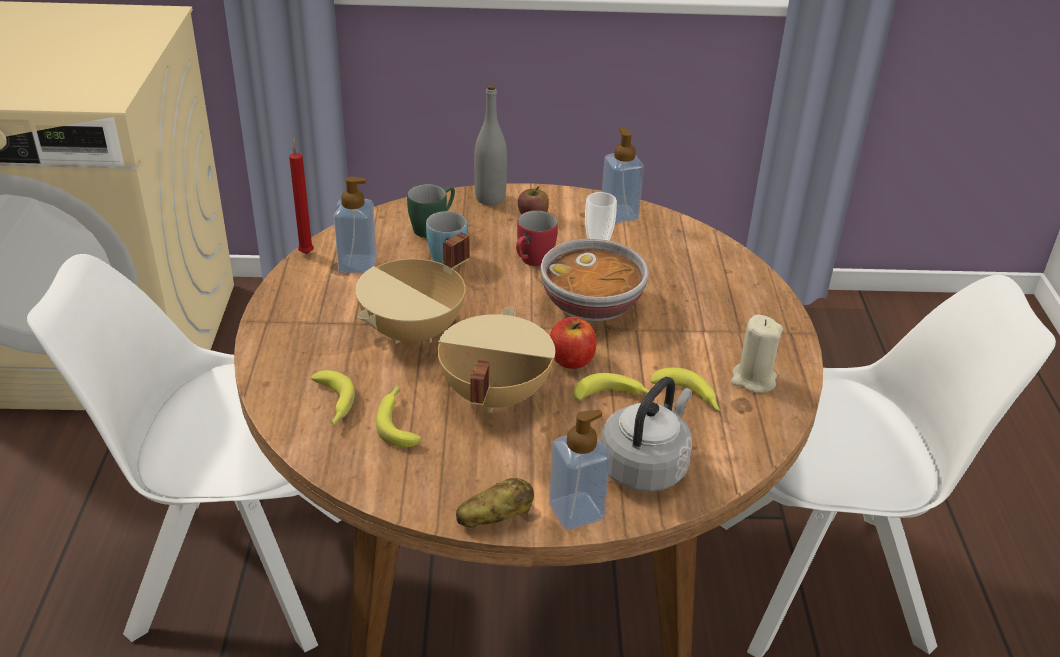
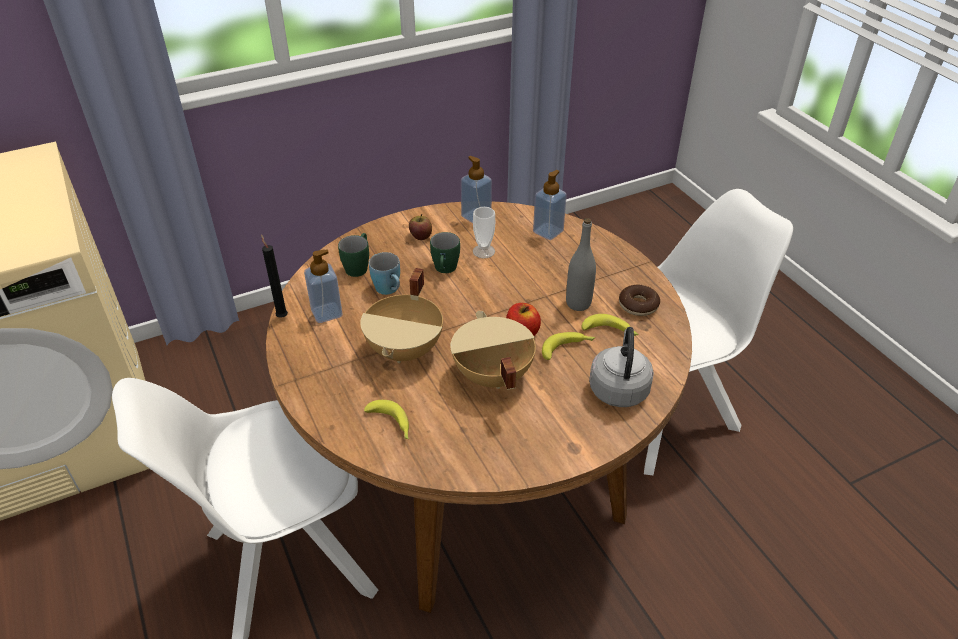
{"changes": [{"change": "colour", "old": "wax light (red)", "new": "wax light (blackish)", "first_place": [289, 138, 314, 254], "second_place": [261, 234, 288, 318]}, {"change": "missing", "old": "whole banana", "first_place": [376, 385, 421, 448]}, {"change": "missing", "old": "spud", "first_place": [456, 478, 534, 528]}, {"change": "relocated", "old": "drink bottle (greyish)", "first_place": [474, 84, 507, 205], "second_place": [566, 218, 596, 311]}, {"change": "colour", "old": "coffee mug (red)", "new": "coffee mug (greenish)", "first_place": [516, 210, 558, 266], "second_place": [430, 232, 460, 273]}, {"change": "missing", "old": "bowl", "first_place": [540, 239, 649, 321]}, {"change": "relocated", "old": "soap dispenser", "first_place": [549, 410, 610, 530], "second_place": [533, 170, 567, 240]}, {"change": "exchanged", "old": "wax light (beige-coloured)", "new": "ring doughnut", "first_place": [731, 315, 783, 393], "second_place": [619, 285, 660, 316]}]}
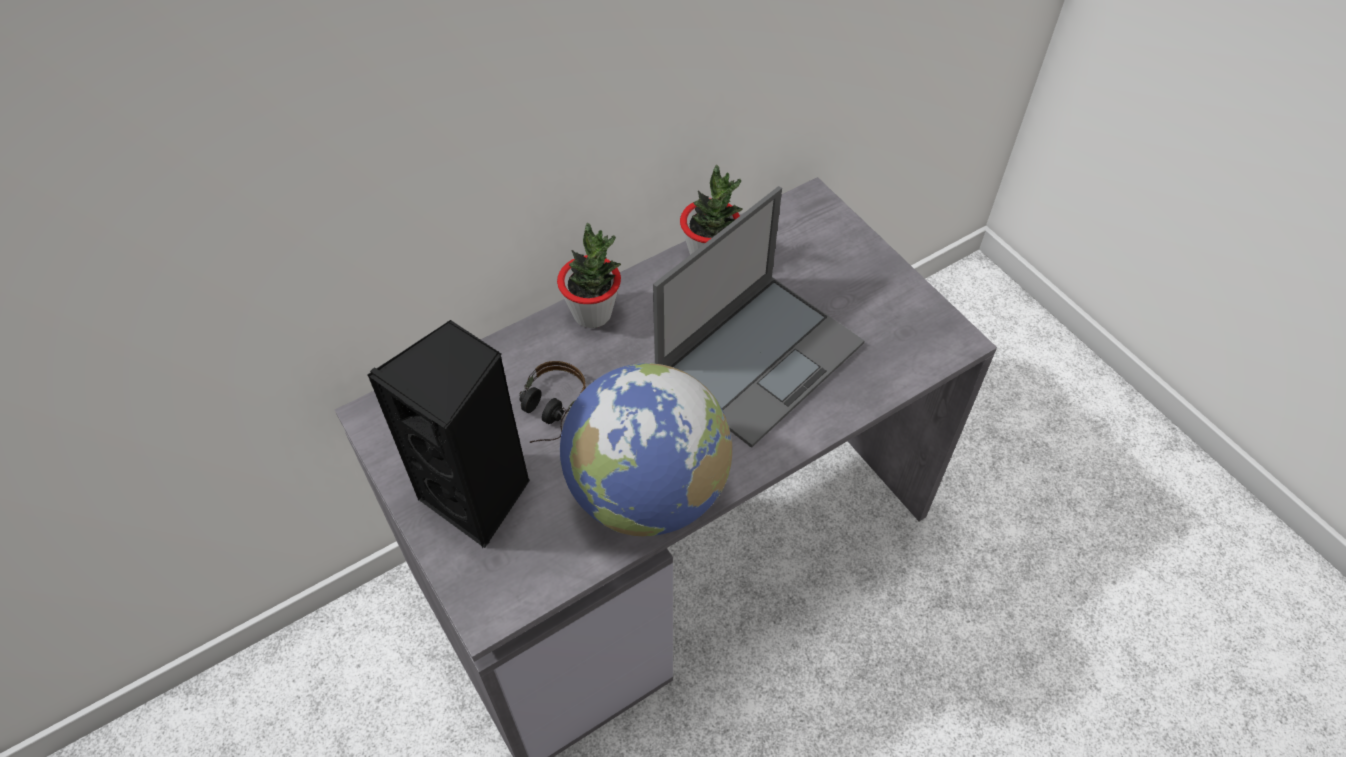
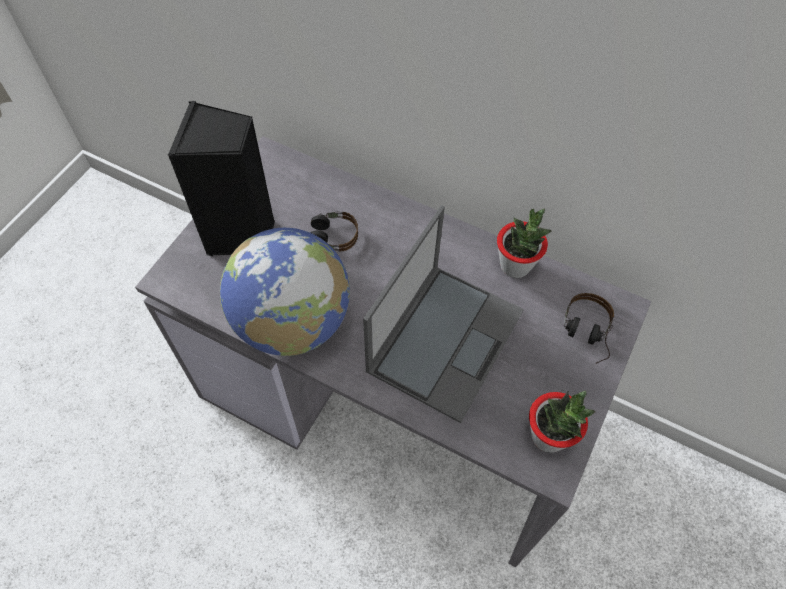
{"changes": [{"change": "relocated", "old": "houseplant", "first_place": [557, 223, 621, 328], "second_place": [529, 390, 595, 453]}, {"change": "spun", "old": "laptop", "first_place": [653, 186, 864, 448], "second_place": [363, 205, 524, 423], "degrees": -75}, {"change": "appeared", "new": "pair of headphones", "second_place": [564, 293, 614, 364]}]}
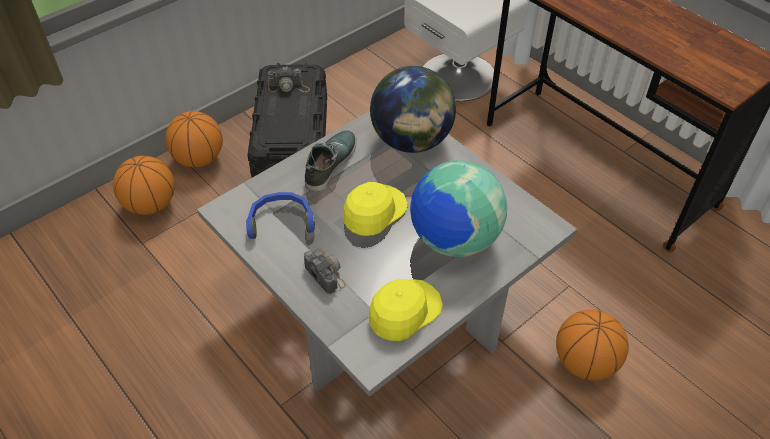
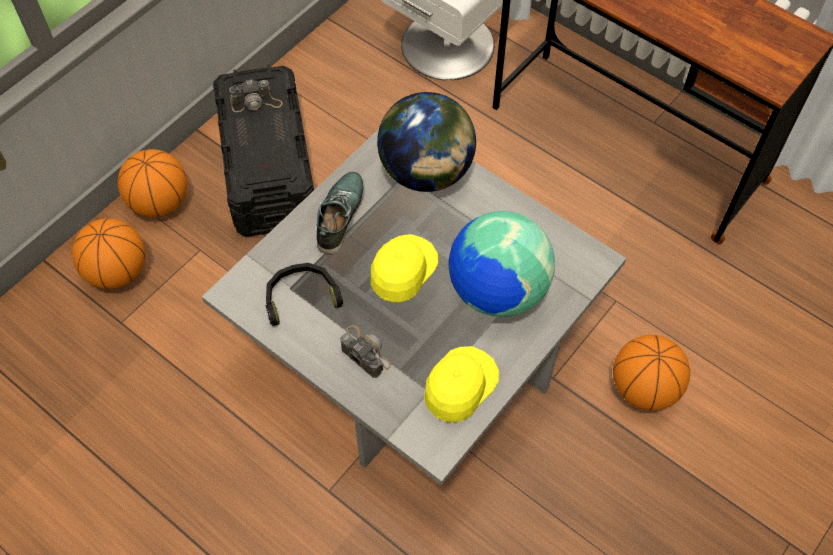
{"changes": [{"change": "colour", "old": "pair of headphones (blue-coloured)", "new": "pair of headphones (blackish)", "first_place": [246, 192, 315, 239], "second_place": [266, 263, 343, 326]}]}
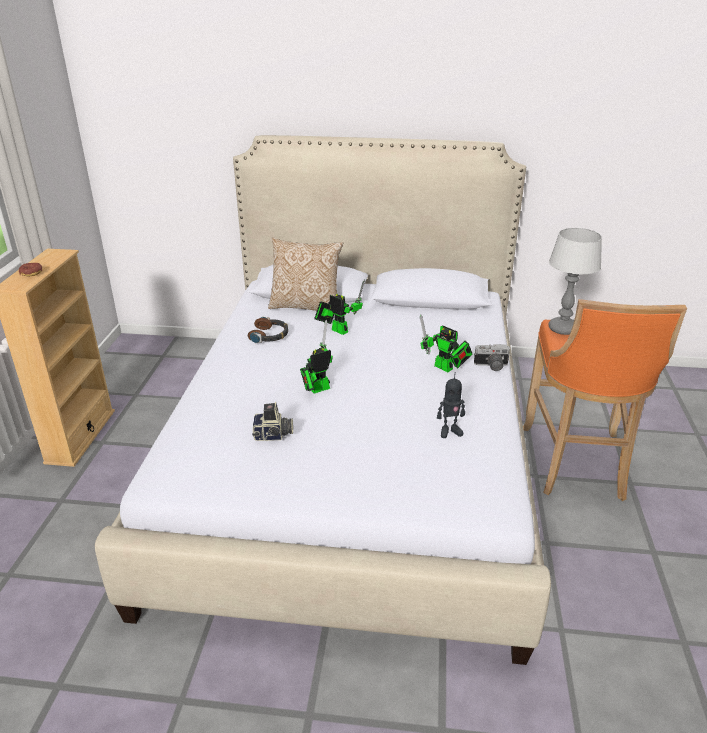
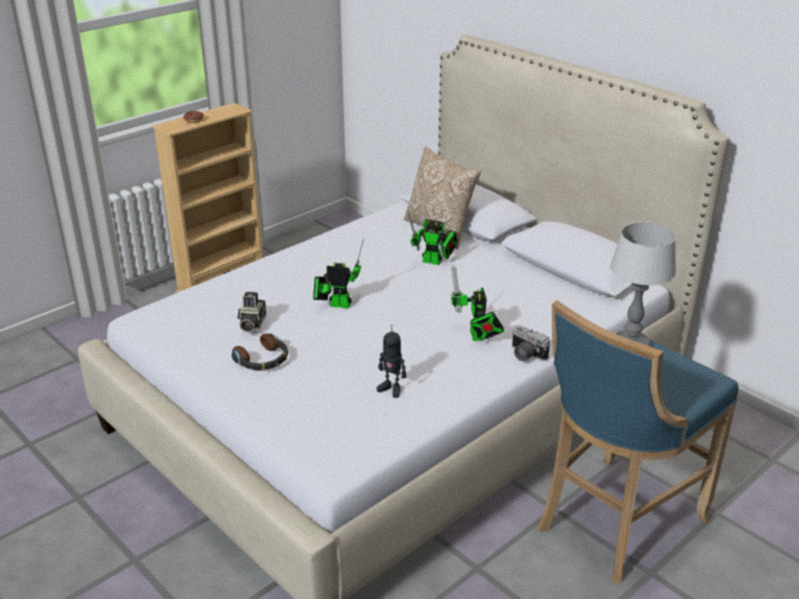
{"changes": [{"change": "relocated", "old": "pair of headphones", "first_place": [248, 317, 288, 343], "second_place": [232, 333, 288, 371]}, {"change": "spun", "old": "still camera", "first_place": [252, 402, 293, 441], "second_place": [238, 292, 266, 333], "degrees": 60}, {"change": "spun", "old": "toy robot", "first_place": [314, 279, 365, 335], "second_place": [408, 211, 458, 265], "degrees": 120}, {"change": "colour", "old": "stool seat (orange)", "new": "stool seat (blue-coloured)", "first_place": [523, 299, 687, 501], "second_place": [538, 300, 738, 583]}]}
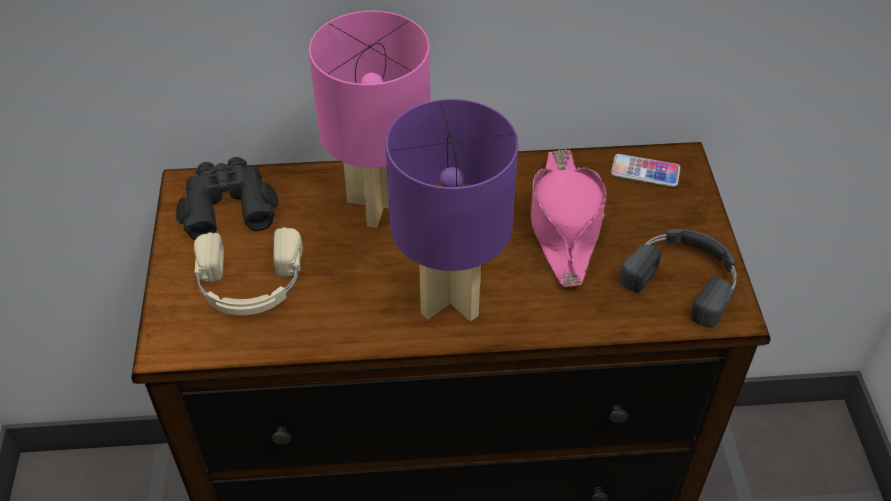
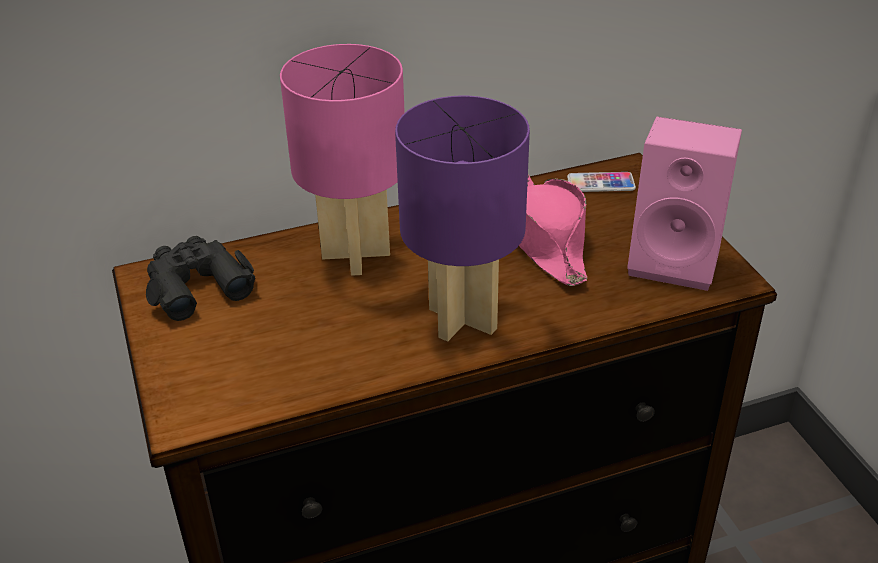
{"changes": [{"change": "missing", "old": "pair of headphones (beige-coloured)", "first_place": [194, 227, 303, 315]}, {"change": "exchanged", "old": "pair of headphones (blackish)", "new": "loudspeaker (pink-coloured)", "first_place": [620, 229, 737, 327], "second_place": [627, 117, 742, 291]}]}
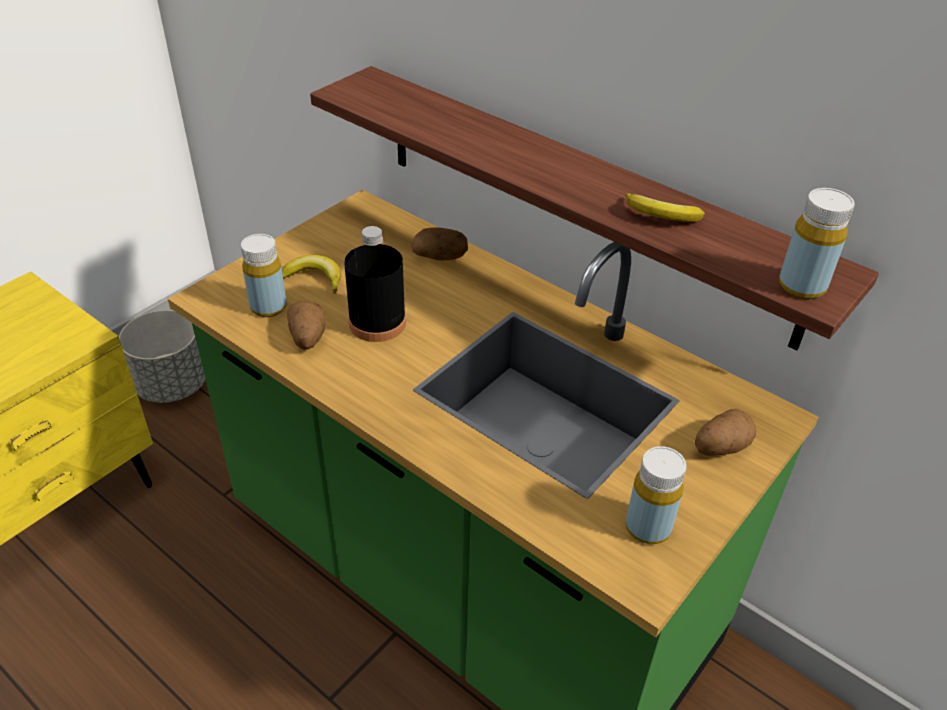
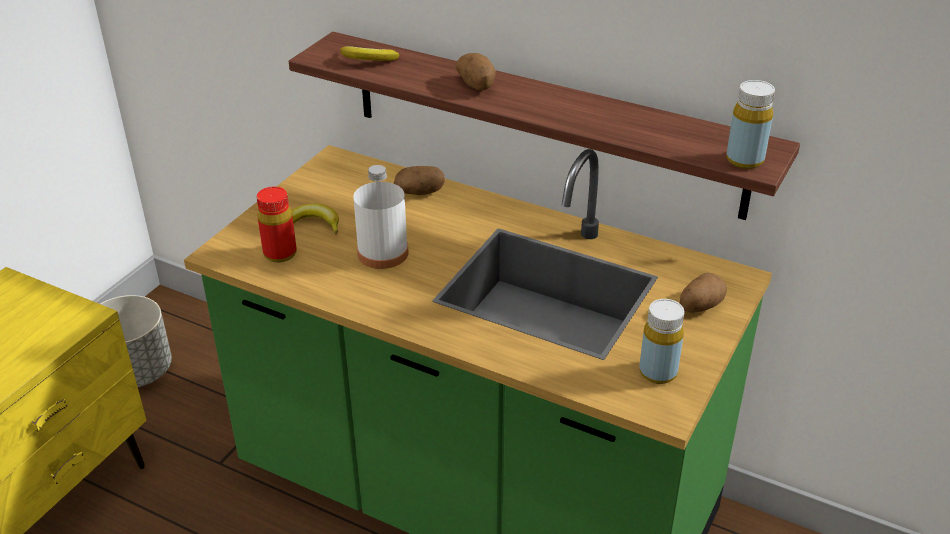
{"changes": [{"change": "colour", "old": "drink bottle (yellow-coloured)", "new": "drink bottle (red)", "first_place": [241, 234, 287, 317], "second_place": [257, 187, 297, 263]}, {"change": "relocated", "old": "spud", "first_place": [287, 300, 325, 350], "second_place": [456, 53, 496, 91]}, {"change": "colour", "old": "drink bottle (blackish)", "new": "drink bottle (whitish)", "first_place": [344, 226, 406, 342], "second_place": [353, 165, 409, 269]}, {"change": "relocated", "old": "whole banana", "first_place": [625, 193, 705, 222], "second_place": [340, 46, 399, 61]}]}
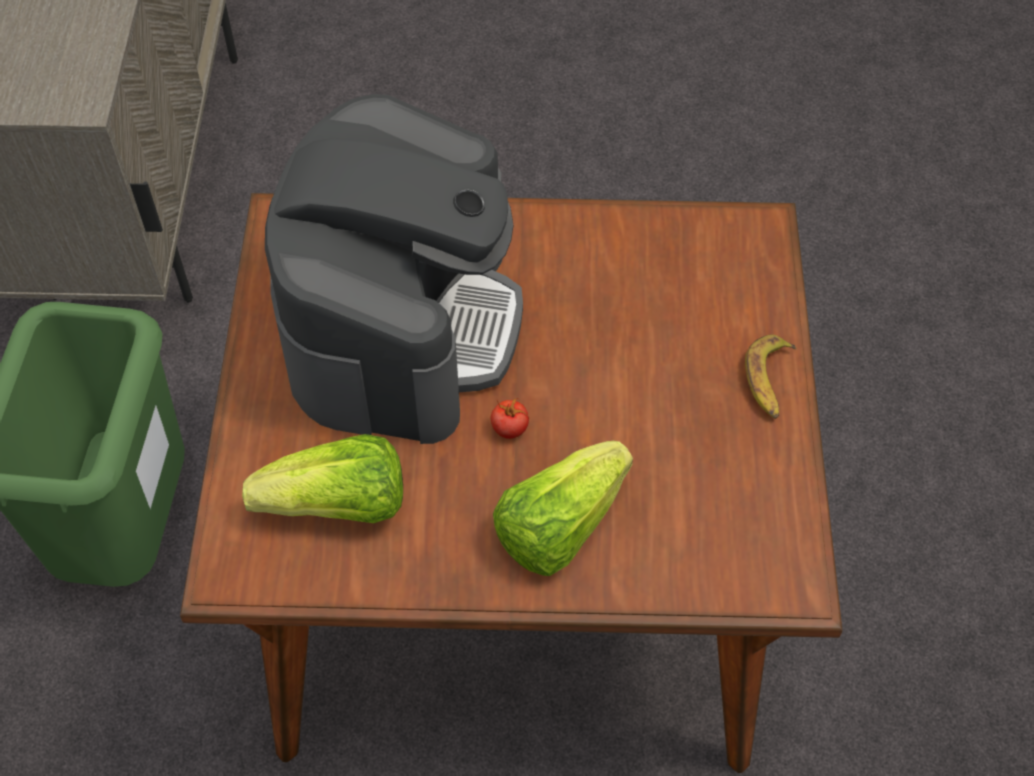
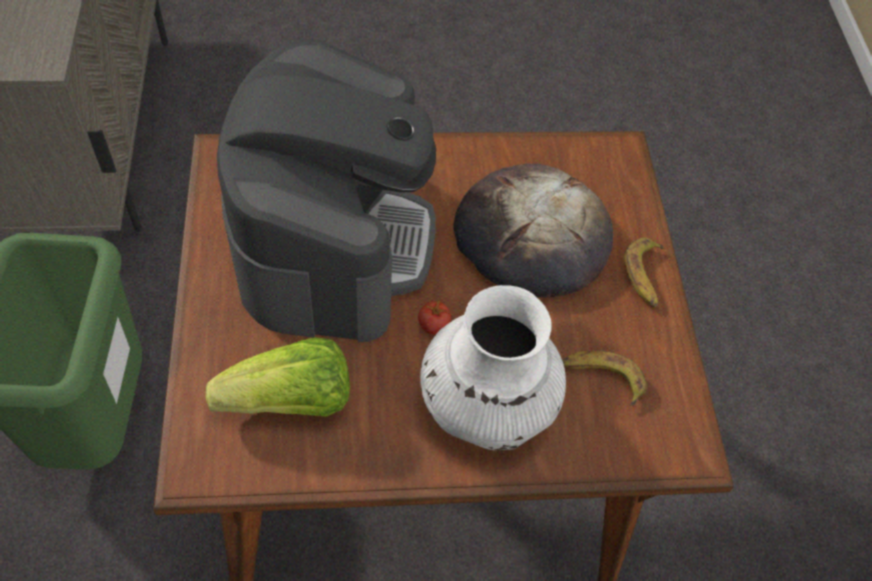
{"changes": [{"change": "exchanged", "old": "head of lettuce", "new": "vase (whitish)", "first_place": [493, 441, 633, 576], "second_place": [420, 285, 566, 450]}, {"change": "appeared", "new": "bread", "second_place": [453, 164, 613, 298]}, {"change": "appeared", "new": "whole banana", "second_place": [563, 351, 647, 406]}]}
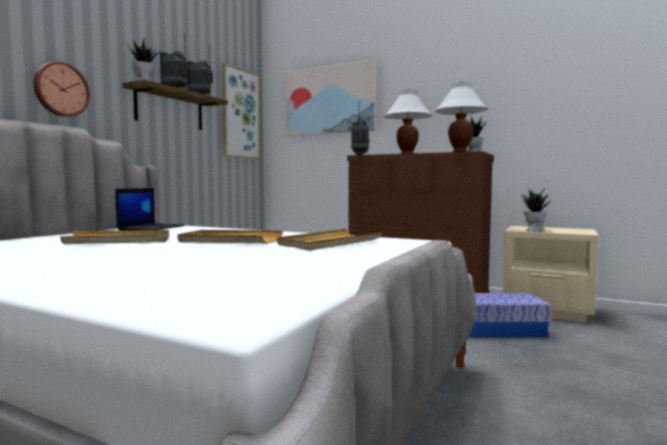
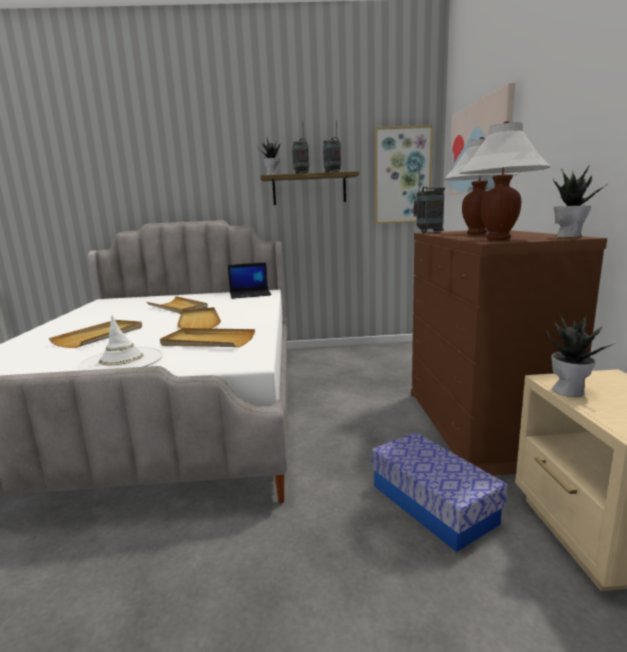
{"changes": [{"change": "missing", "old": "hanging clock", "first_place": [33, 62, 90, 117]}, {"change": "appeared", "new": "tray (beige-coloured)", "second_place": [49, 320, 142, 348]}, {"change": "appeared", "new": "clothing hat (whitish)", "second_place": [77, 315, 163, 371]}]}
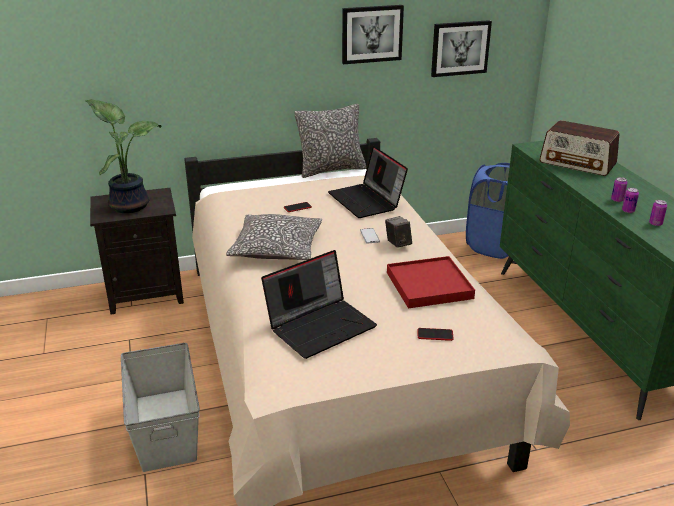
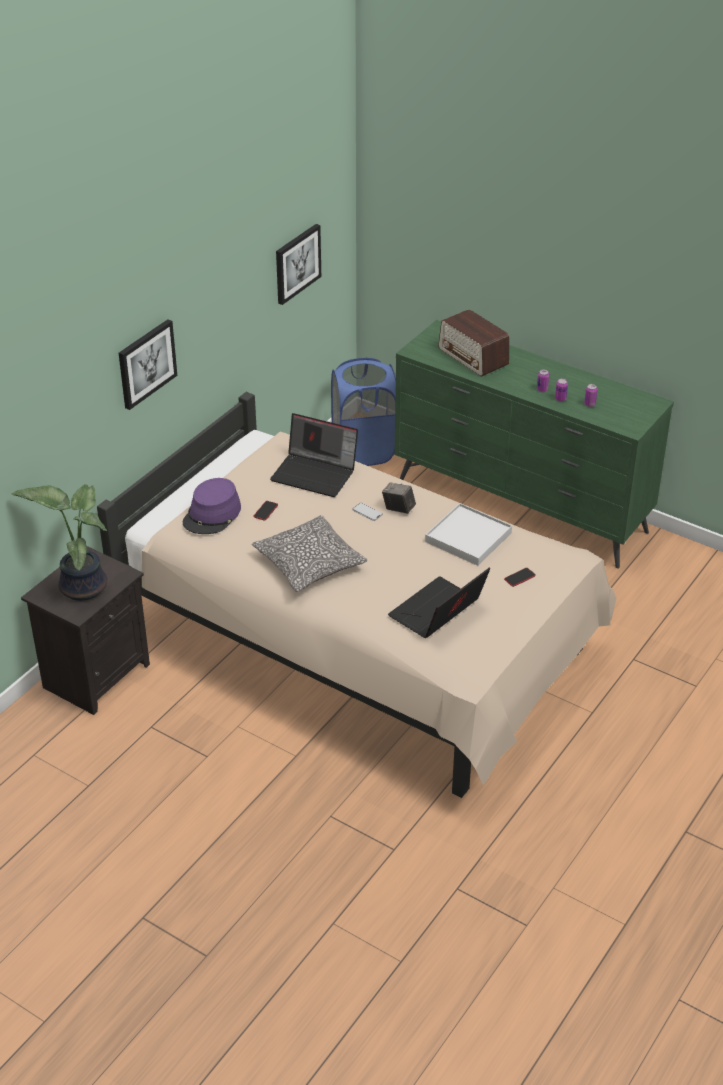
{"changes": [{"change": "missing", "old": "storage bin (greyish)", "first_place": [121, 343, 200, 472]}, {"change": "spun", "old": "laptop", "first_place": [261, 250, 377, 359], "second_place": [388, 567, 490, 638], "degrees": -150}, {"change": "missing", "old": "throw pillow", "first_place": [294, 104, 366, 178]}, {"change": "relocated", "old": "wall art", "first_place": [342, 5, 404, 64], "second_place": [119, 319, 177, 410]}, {"change": "colour", "old": "tray (red)", "new": "tray (whitish)", "first_place": [387, 256, 475, 308], "second_place": [425, 503, 512, 566]}, {"change": "spun", "old": "radio receiver", "first_place": [540, 120, 619, 176], "second_place": [438, 309, 509, 377], "degrees": 60}, {"change": "appeared", "new": "clothing hat (purple-coloured)", "second_place": [183, 478, 241, 534]}]}
